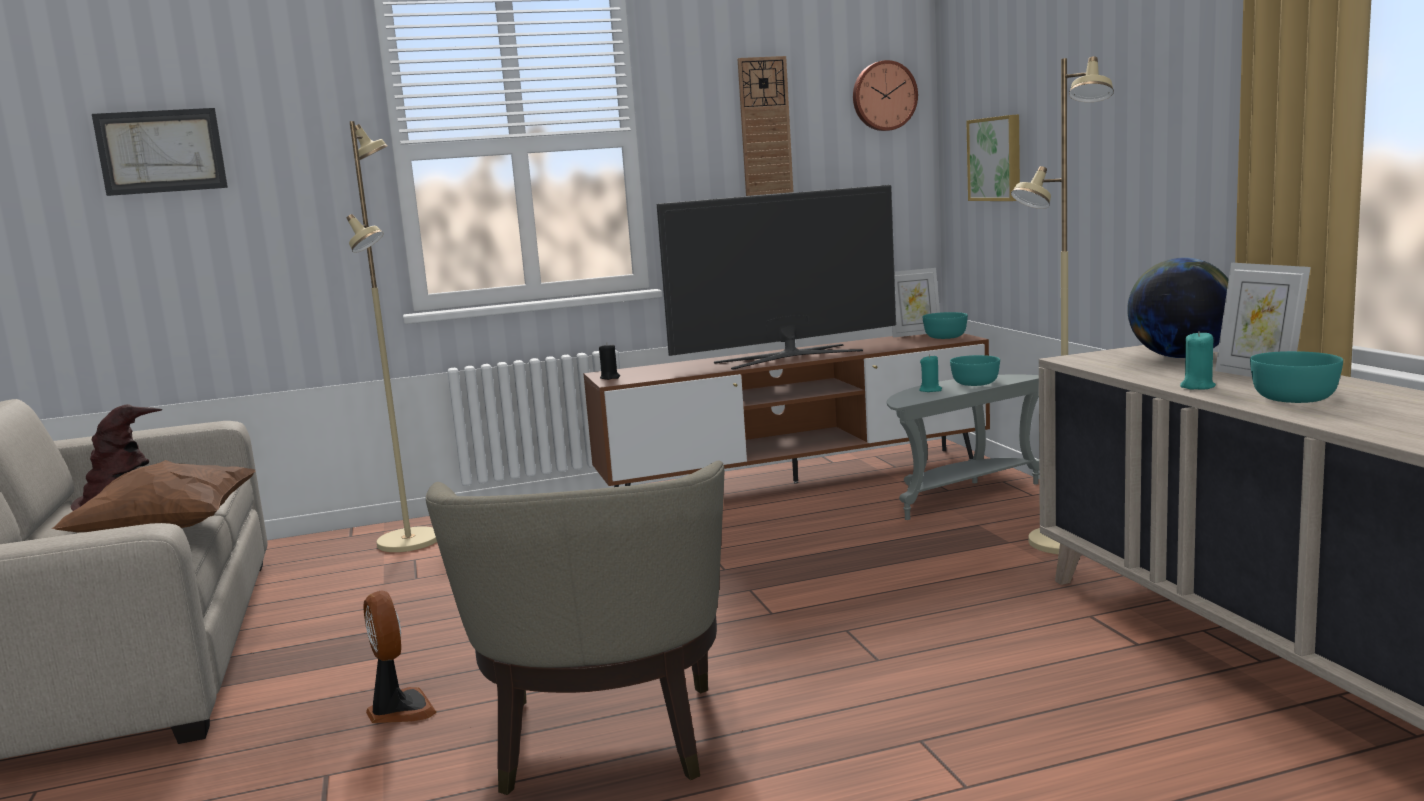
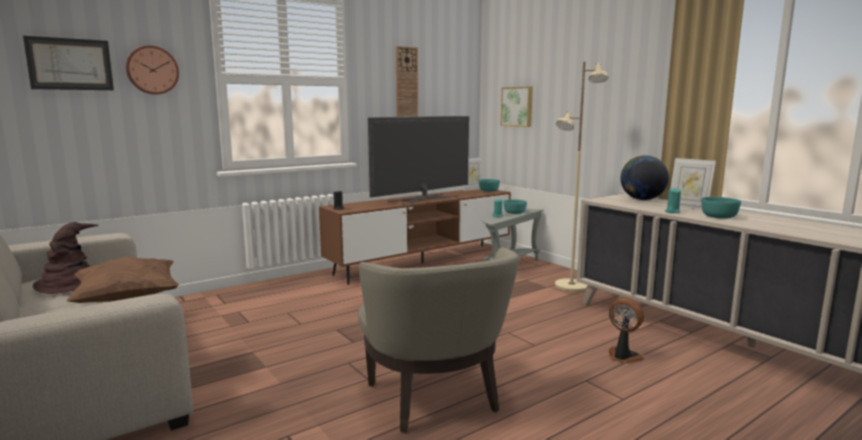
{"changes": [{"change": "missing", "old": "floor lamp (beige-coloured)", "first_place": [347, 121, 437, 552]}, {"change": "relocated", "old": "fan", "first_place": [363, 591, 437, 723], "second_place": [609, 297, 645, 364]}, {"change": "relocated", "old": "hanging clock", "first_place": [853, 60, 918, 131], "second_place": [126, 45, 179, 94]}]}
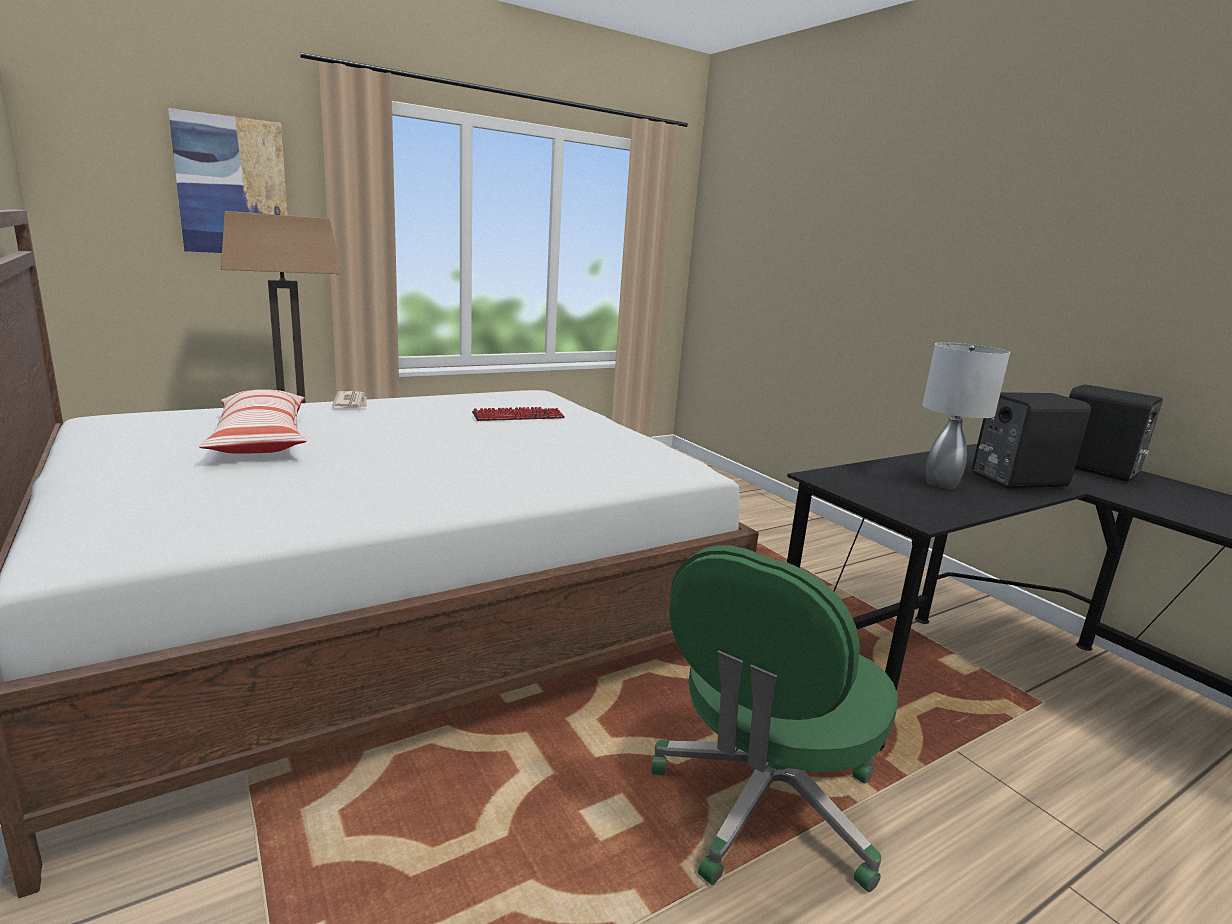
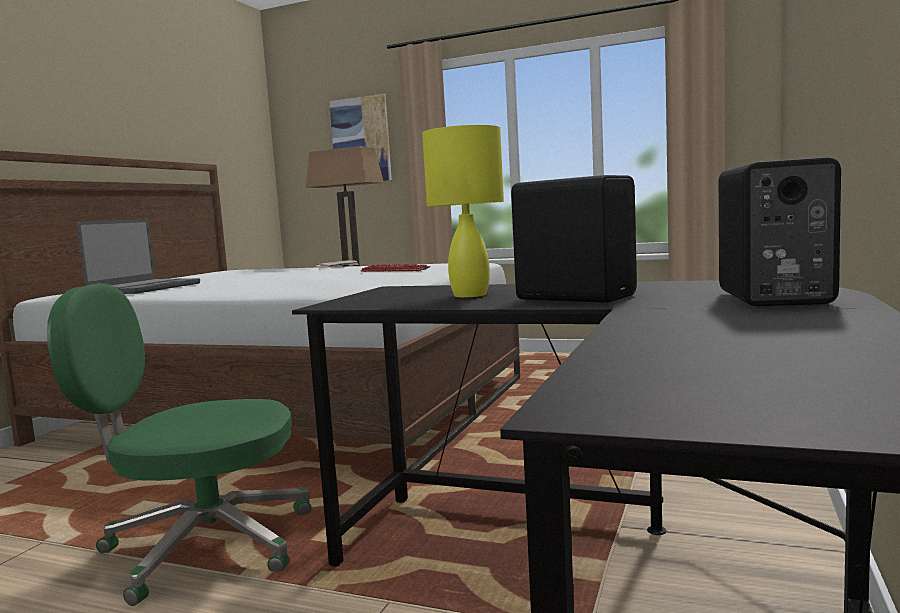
{"changes": [{"change": "missing", "old": "throw pillow", "first_place": [199, 389, 307, 454]}, {"change": "colour", "old": "tabletop lamp (greyish)", "new": "tabletop lamp (yellow-coloured)", "first_place": [922, 342, 1010, 489], "second_place": [422, 125, 504, 297]}, {"change": "appeared", "new": "laptop", "second_place": [76, 219, 200, 294]}]}
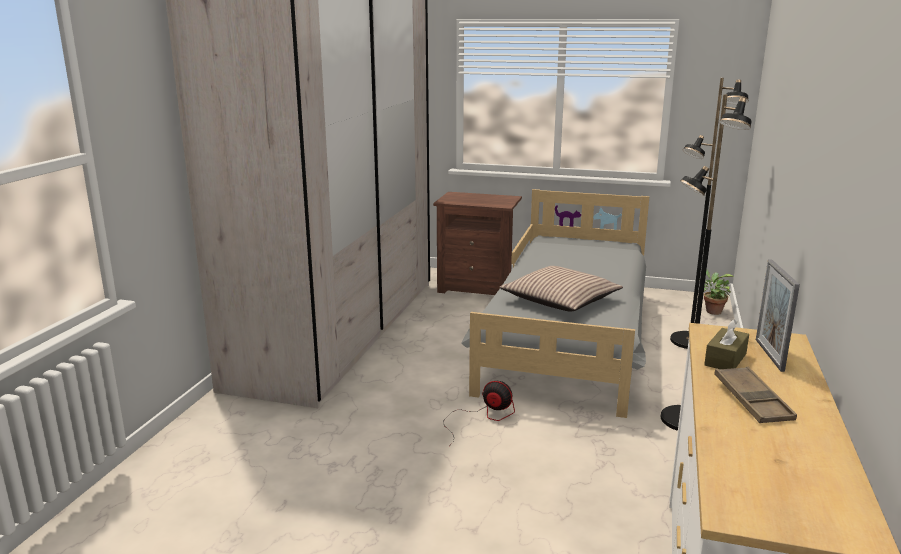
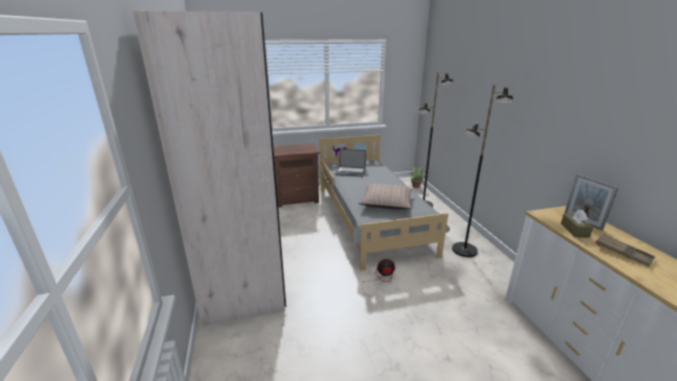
{"changes": [{"change": "appeared", "new": "laptop", "second_place": [335, 149, 366, 177]}]}
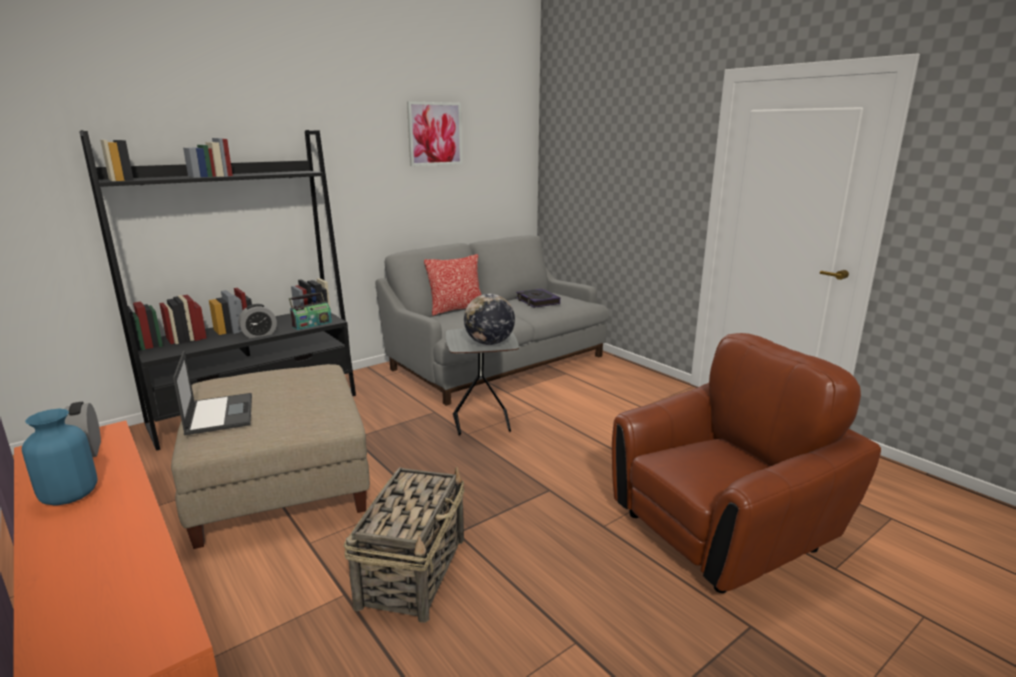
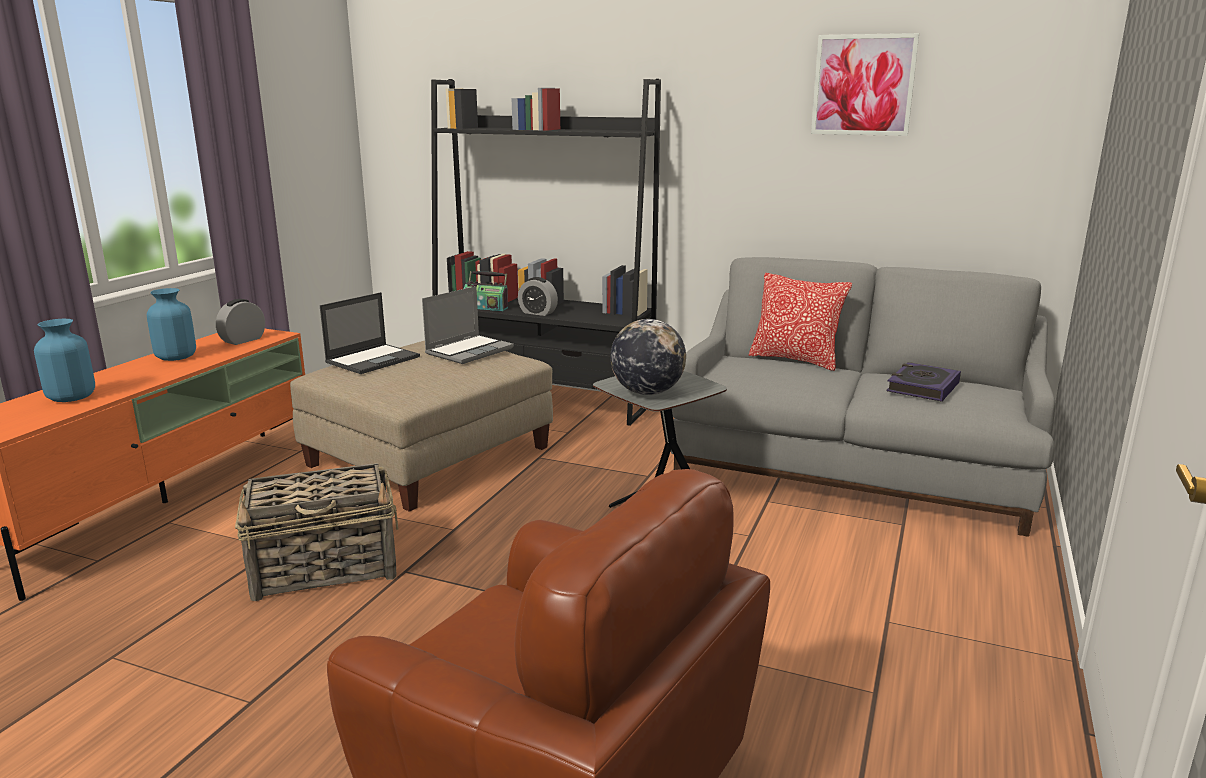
{"changes": [{"change": "relocated", "old": "radio receiver", "first_place": [289, 292, 332, 330], "second_place": [464, 271, 508, 311]}, {"change": "appeared", "new": "vase (blue-coloured)", "second_place": [34, 319, 95, 402]}, {"change": "appeared", "new": "laptop", "second_place": [422, 286, 514, 364]}]}
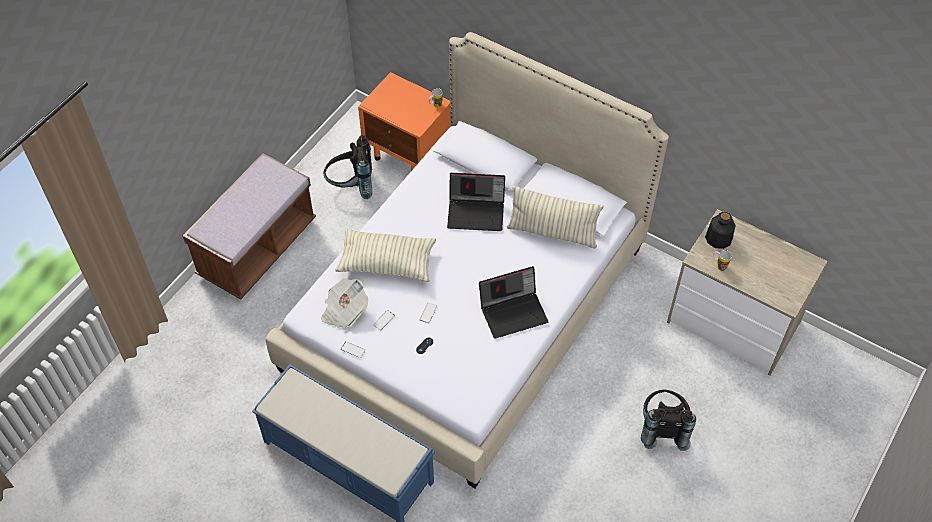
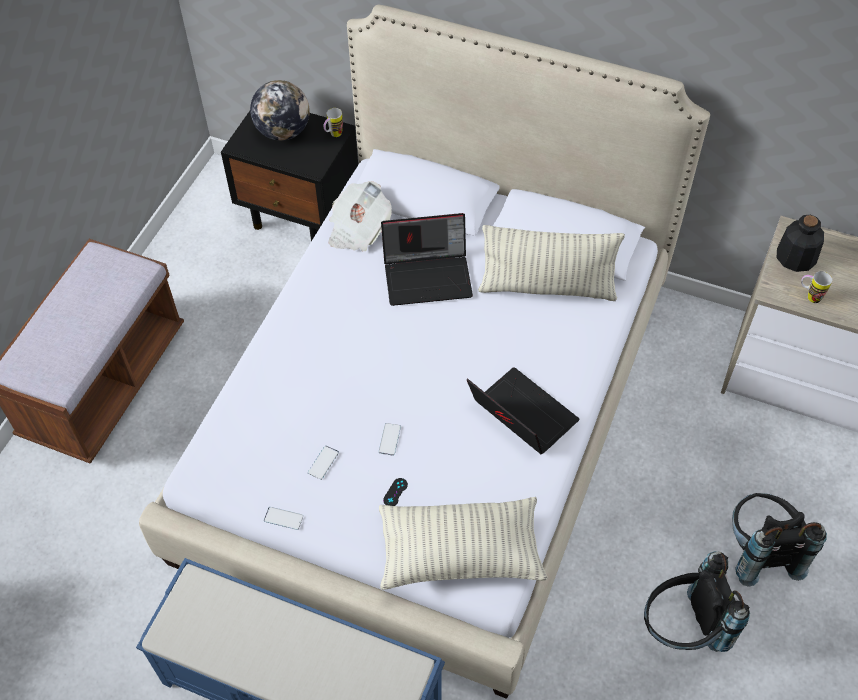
{"changes": [{"change": "relocated", "old": "printed paper", "first_place": [321, 278, 368, 330], "second_place": [329, 181, 392, 252]}, {"change": "relocated", "old": "knapsack (blackish)", "first_place": [323, 135, 372, 199], "second_place": [644, 551, 750, 652]}, {"change": "relocated", "old": "throw pillow", "first_place": [335, 229, 436, 282], "second_place": [379, 497, 548, 590]}, {"change": "colour", "old": "night table (orange)", "new": "night table (blackish)", "first_place": [358, 72, 451, 171], "second_place": [221, 111, 358, 241]}, {"change": "spun", "old": "laptop", "first_place": [479, 266, 548, 339], "second_place": [467, 367, 579, 454], "degrees": -105}, {"change": "appeared", "new": "world globe", "second_place": [250, 80, 310, 141]}]}
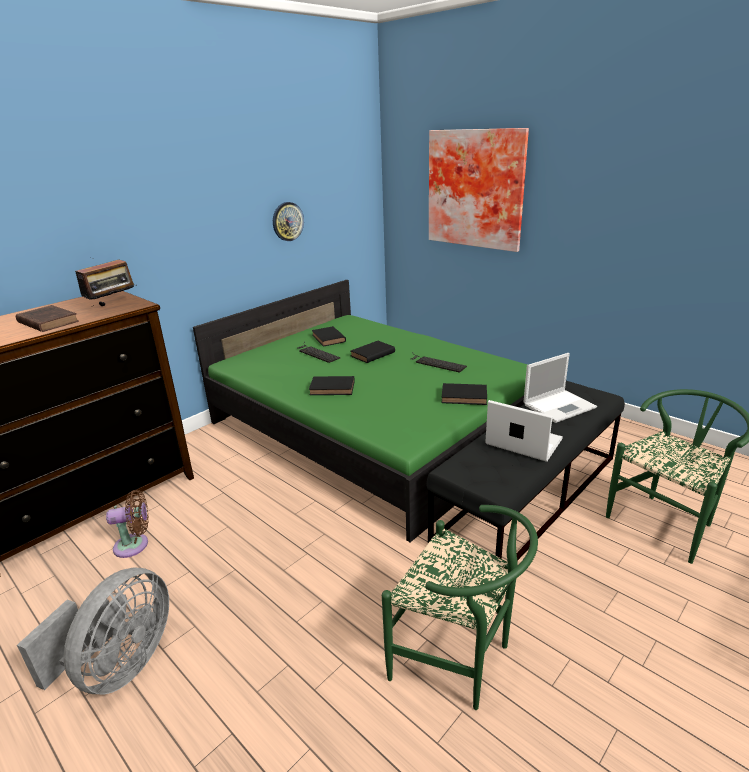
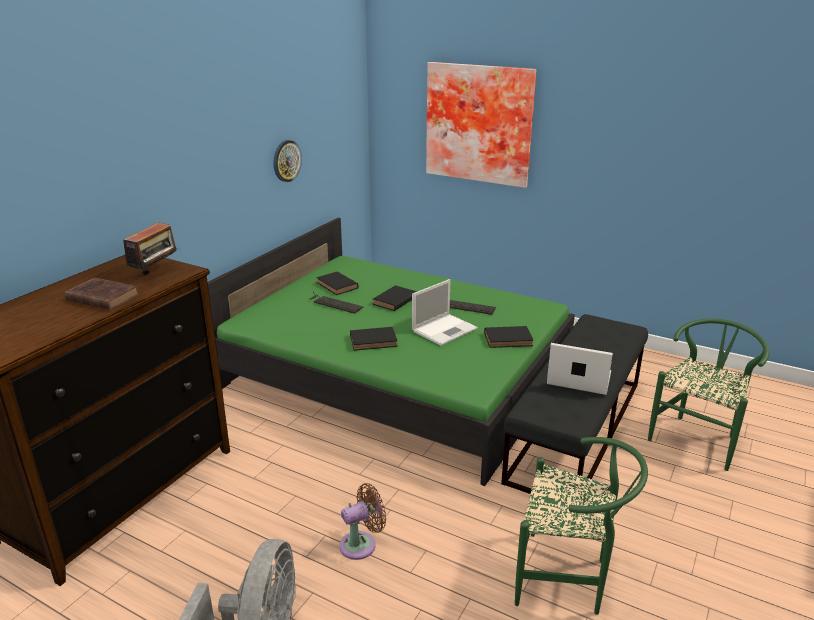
{"changes": [{"change": "relocated", "old": "fan (brownish)", "first_place": [106, 490, 148, 558], "second_place": [339, 483, 386, 560]}, {"change": "relocated", "old": "laptop", "first_place": [524, 353, 597, 423], "second_place": [412, 279, 478, 346]}]}
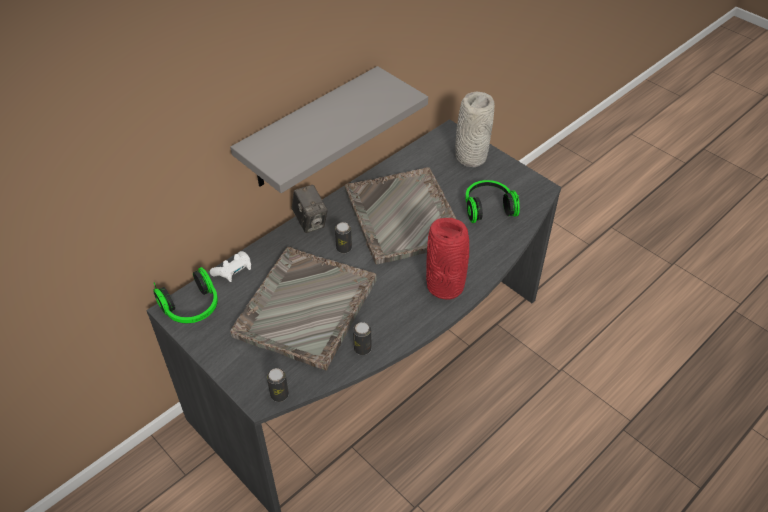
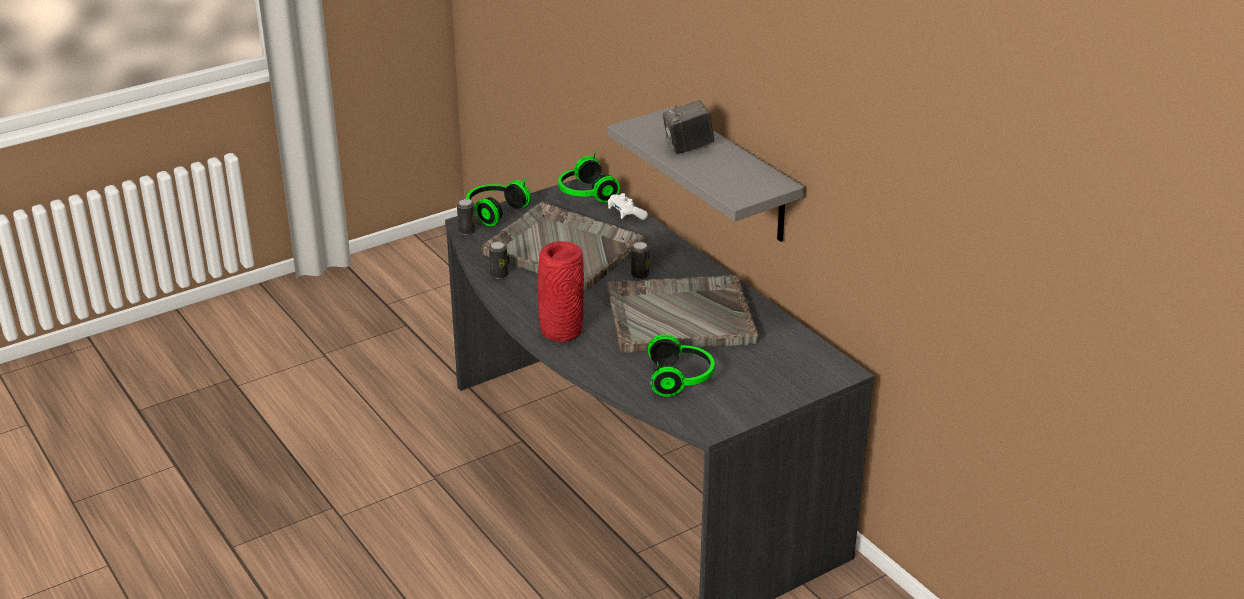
{"changes": [{"change": "relocated", "old": "still camera", "first_place": [292, 185, 328, 233], "second_place": [663, 100, 714, 154]}, {"change": "missing", "old": "vase (greyish)", "first_place": [455, 92, 495, 167]}, {"change": "appeared", "new": "pair of headphones", "second_place": [466, 179, 531, 226]}]}
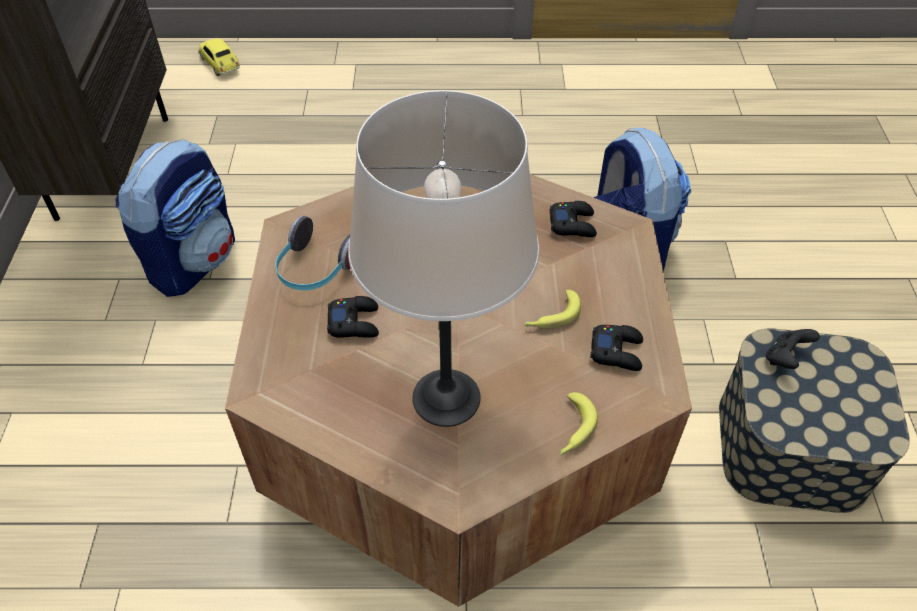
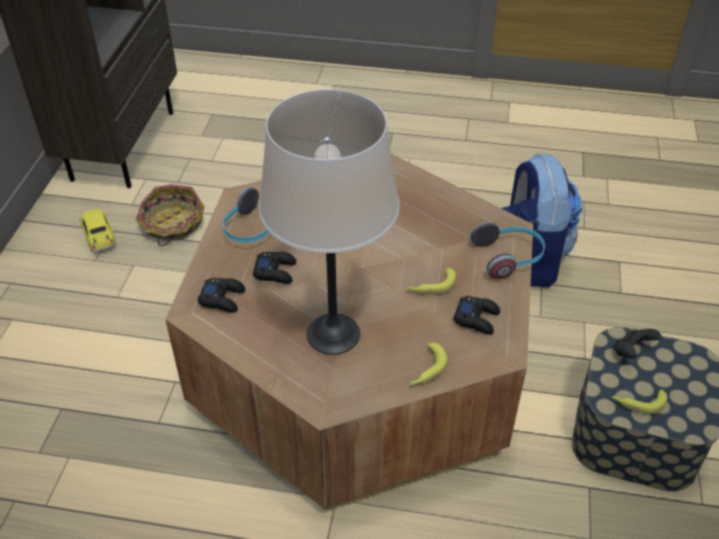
{"changes": [{"change": "exchanged", "old": "knapsack", "new": "storage basket", "first_place": [116, 139, 235, 297], "second_place": [136, 184, 204, 246]}, {"change": "relocated", "old": "miniature car", "first_place": [199, 39, 240, 76], "second_place": [80, 209, 115, 251]}, {"change": "relocated", "old": "joypad (blackish)", "first_place": [550, 201, 597, 237], "second_place": [197, 278, 245, 313]}, {"change": "appeared", "new": "pair of headphones", "second_place": [470, 222, 545, 279]}, {"change": "appeared", "new": "whole banana", "second_place": [611, 389, 667, 414]}]}
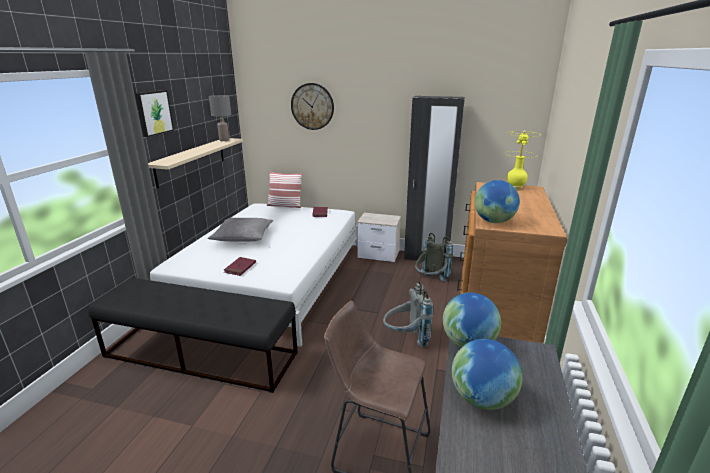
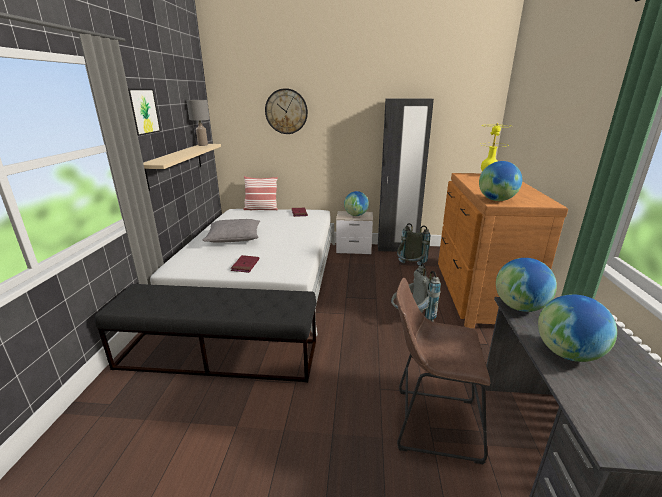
{"changes": [{"change": "appeared", "new": "world globe", "second_place": [344, 191, 369, 216]}]}
